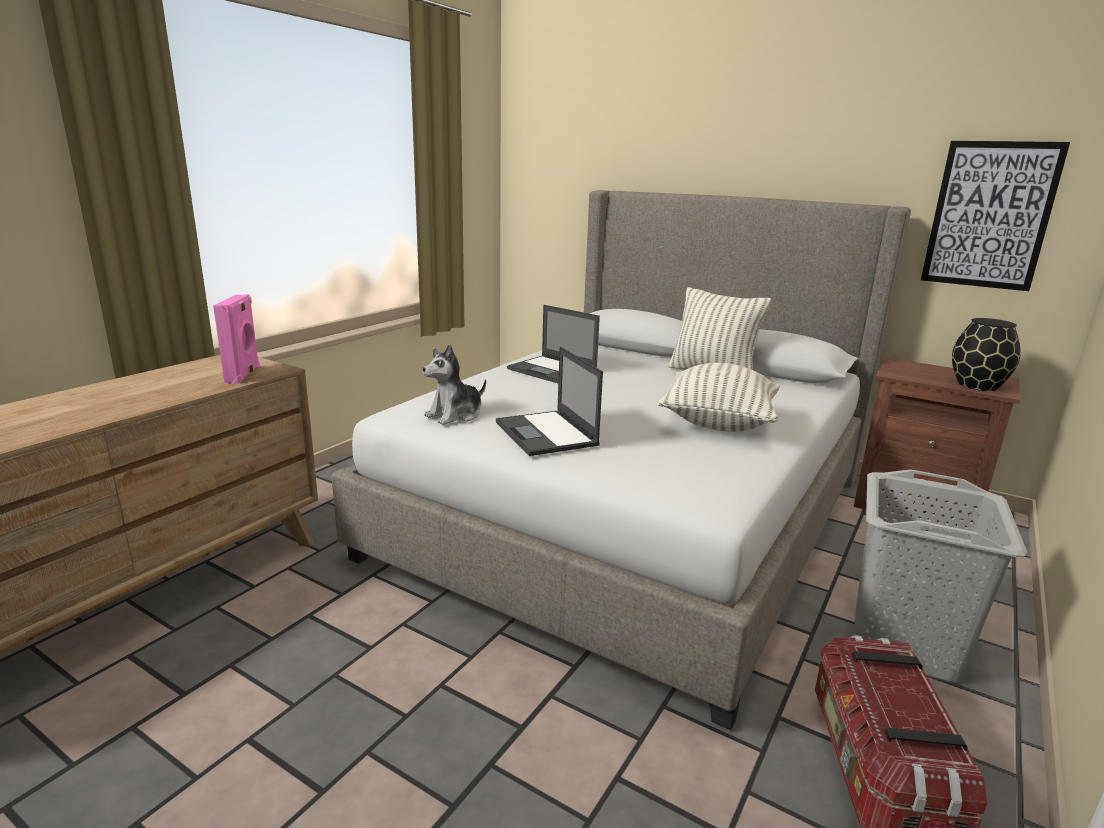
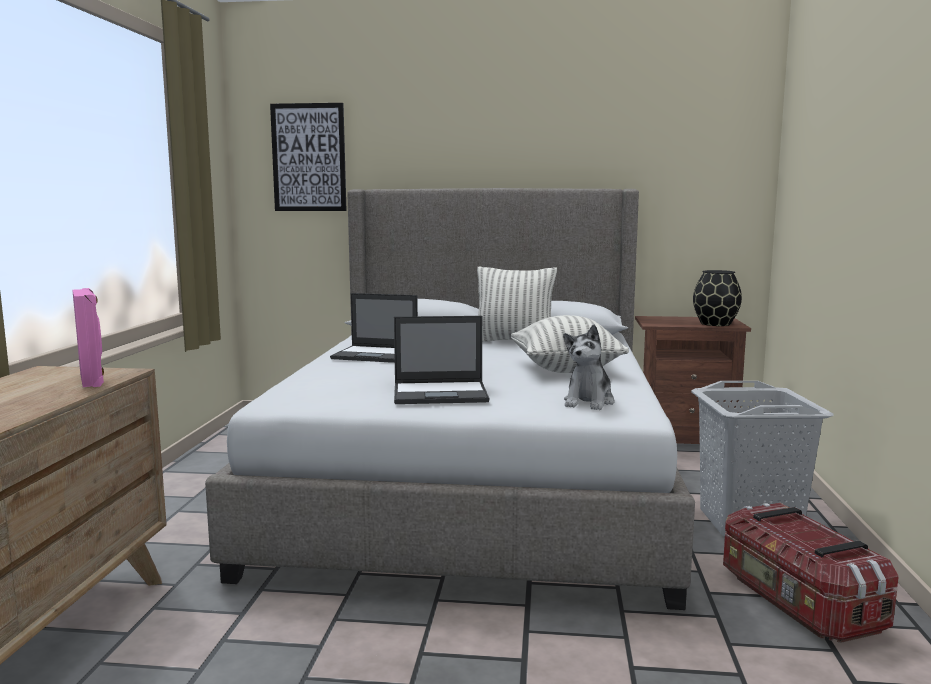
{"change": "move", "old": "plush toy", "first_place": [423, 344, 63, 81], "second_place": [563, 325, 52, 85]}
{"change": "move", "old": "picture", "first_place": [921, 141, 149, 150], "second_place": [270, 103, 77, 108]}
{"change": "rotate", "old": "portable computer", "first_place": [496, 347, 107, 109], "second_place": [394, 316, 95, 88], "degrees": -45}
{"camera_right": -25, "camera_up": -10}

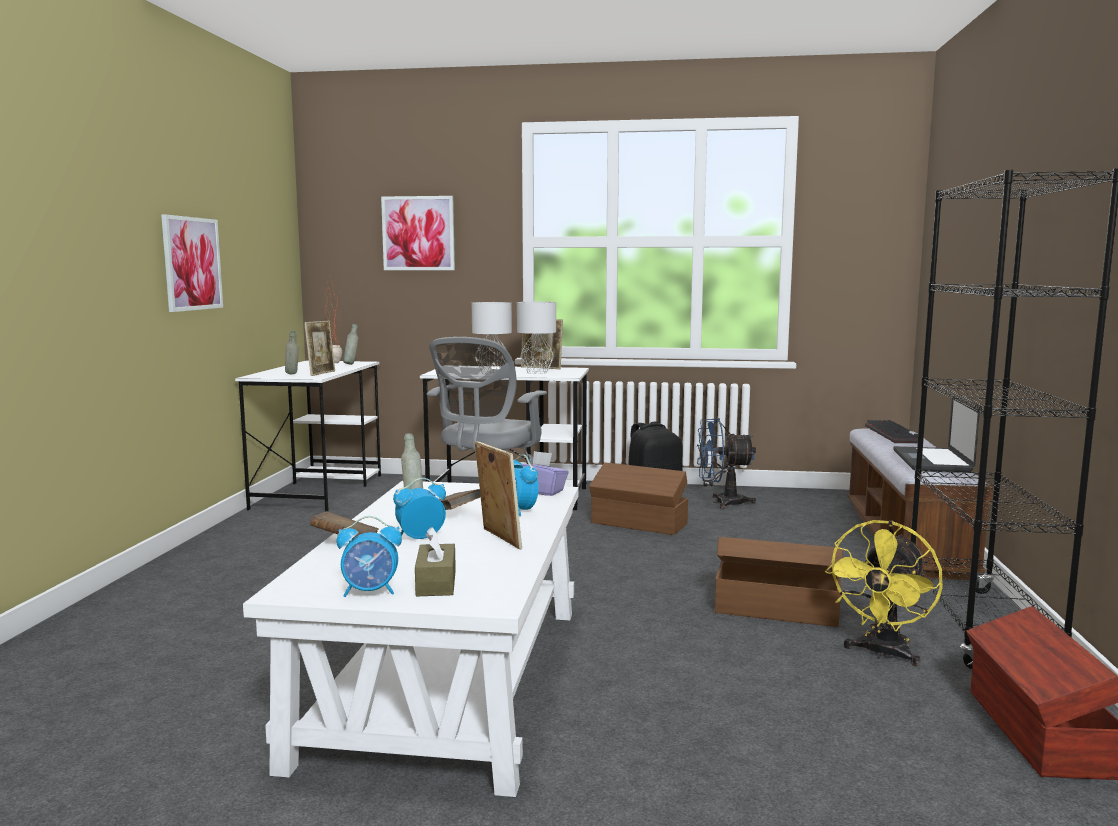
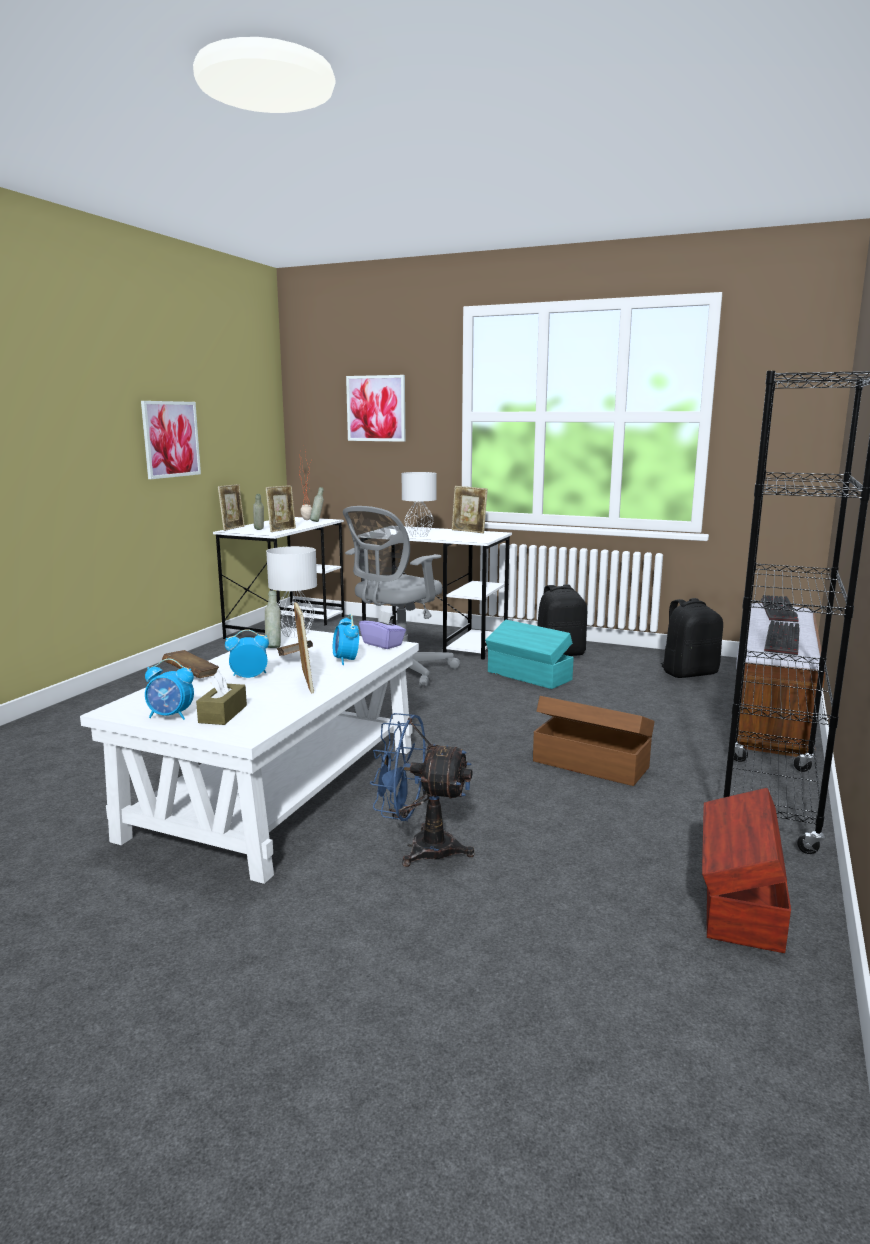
{"change": "delete", "old": "yellow cooling fan", "first_place": [825, 520, 118, 146]}
{"change": "insert", "new": "photo frame", "second_place": [218, 484, 27, 47]}
{"change": "insert", "new": "black-coloured rucksack", "second_place": [661, 598, 62, 80]}
{"change": "move", "old": "greyish tabletop lamp", "first_place": [517, 302, 39, 72], "second_place": [266, 546, 51, 91]}
{"change": "move", "old": "blue cooling fan", "first_place": [697, 418, 59, 91], "second_place": [370, 713, 104, 154]}
{"change": "replace", "old": "portable computer", "new": "keyboard", "first_place": [893, 398, 87, 74], "second_place": [764, 621, 36, 34]}
{"change": "recolor", "old": "brownish storage box", "new": "blue-green storage box", "first_place": [589, 462, 99, 73], "second_place": [485, 620, 89, 69]}
{"camera_right": 15, "camera_up": 5}

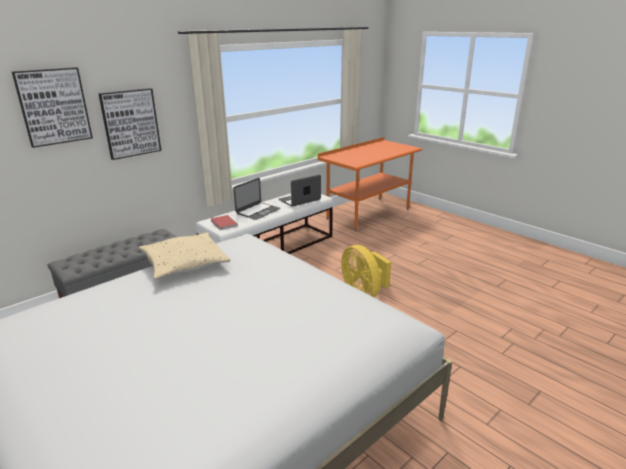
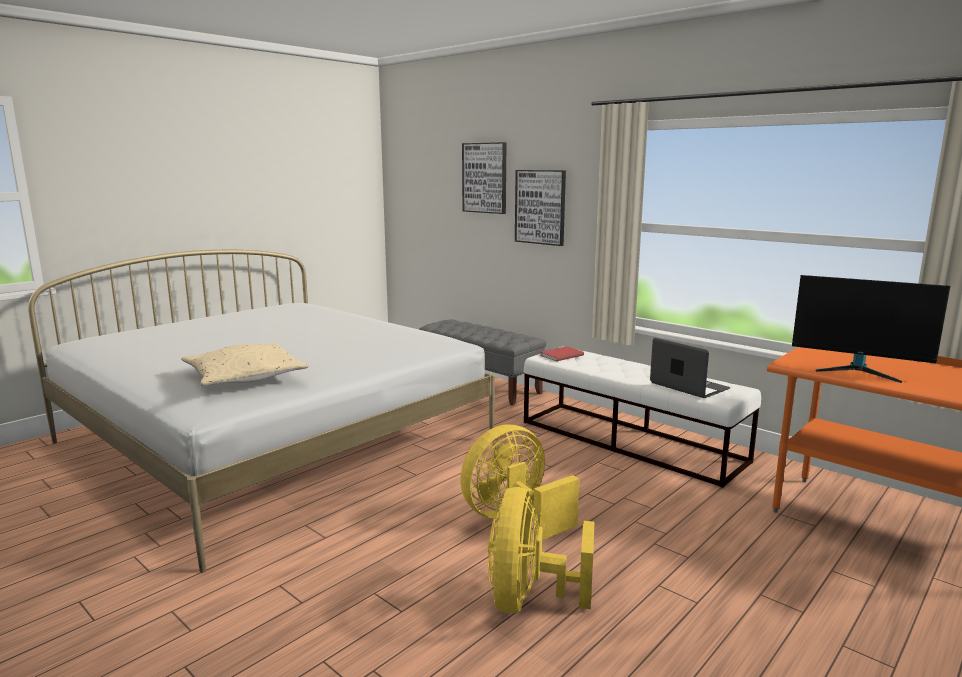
{"change": "delete", "old": "portable computer", "first_place": [234, 178, 46, 42]}
{"change": "insert", "new": "yellow cooling fan", "second_place": [488, 487, 106, 126]}
{"change": "insert", "new": "computer display", "second_place": [792, 275, 158, 108]}
{"change": "move", "old": "beige-coloured throw pillow", "first_place": [139, 232, 91, 48], "second_place": [181, 343, 127, 43]}
{"camera_right": 85, "camera_up": -10}

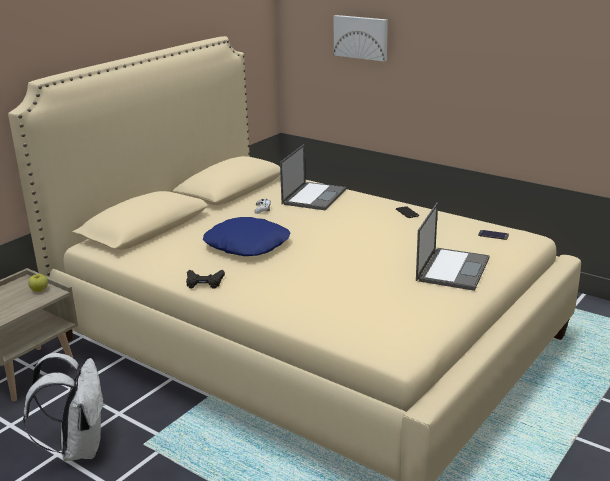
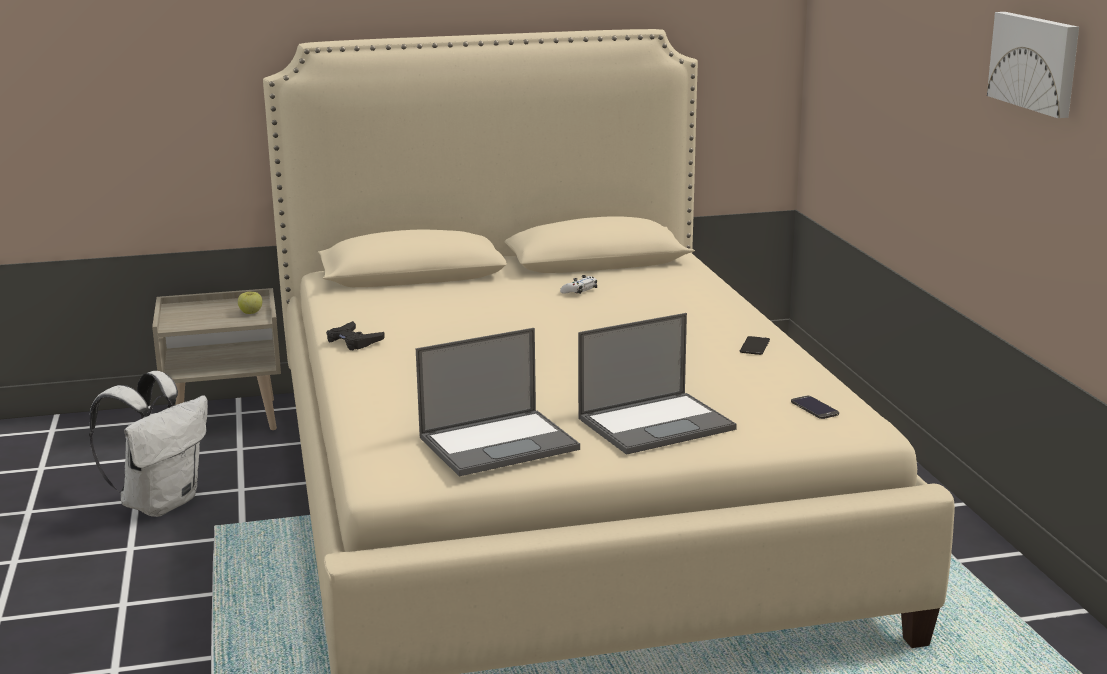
{"change": "delete", "old": "blue throw pillow", "first_place": [203, 217, 87, 39]}
{"change": "move", "old": "portable computer", "first_place": [280, 144, 66, 66], "second_place": [416, 328, 164, 149]}
{"change": "move", "old": "picture", "first_place": [334, 15, 54, 46], "second_place": [987, 12, 92, 106]}
{"camera_right": 40, "camera_up": -5}

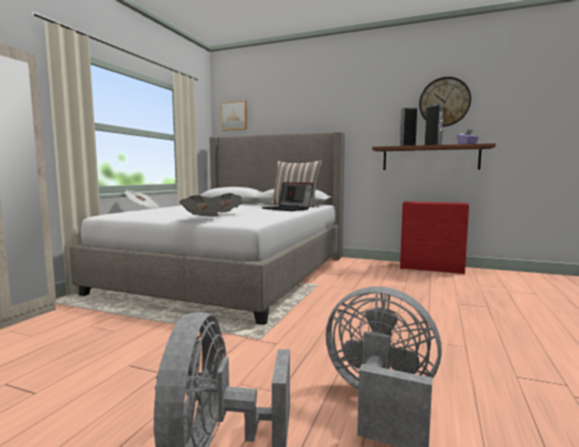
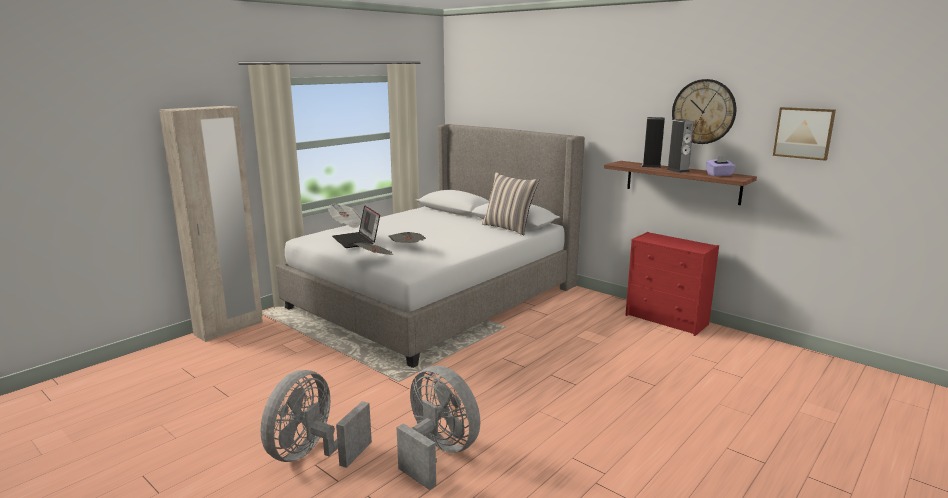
{"change": "move", "old": "picture", "first_place": [221, 100, 26, 30], "second_place": [773, 107, 63, 54]}
{"change": "move", "old": "portable computer", "first_place": [262, 182, 51, 29], "second_place": [332, 205, 48, 43]}
{"camera_right": 20, "camera_up": 10}

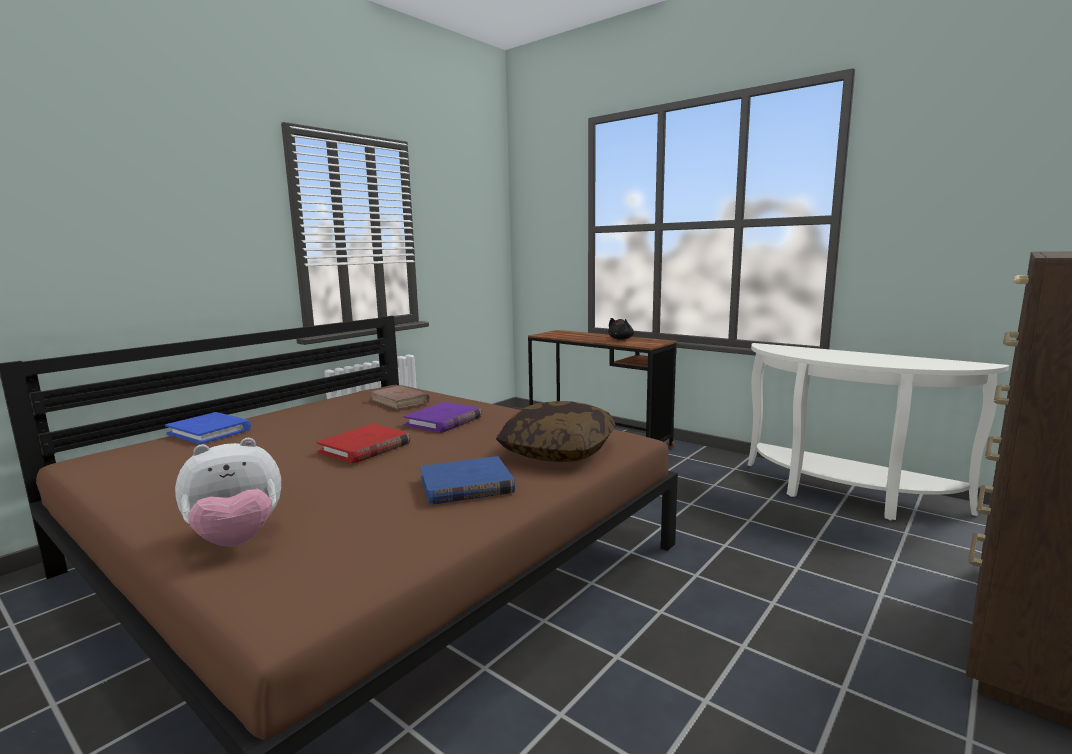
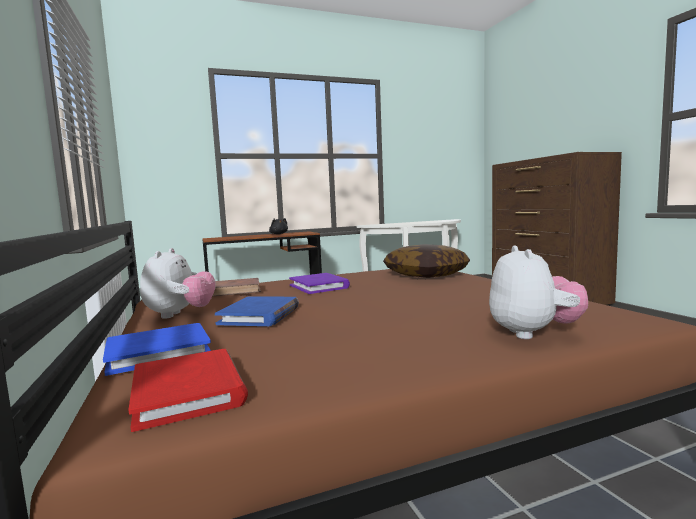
{"change": "insert", "new": "plush toy", "second_place": [140, 248, 76, 71]}
{"change": "move", "old": "red bound book", "first_place": [317, 424, 93, 39], "second_place": [128, 349, 120, 83]}
{"change": "move", "old": "blue bound book", "first_place": [420, 456, 95, 49], "second_place": [215, 296, 84, 30]}
{"camera_right": -60, "camera_up": -5}

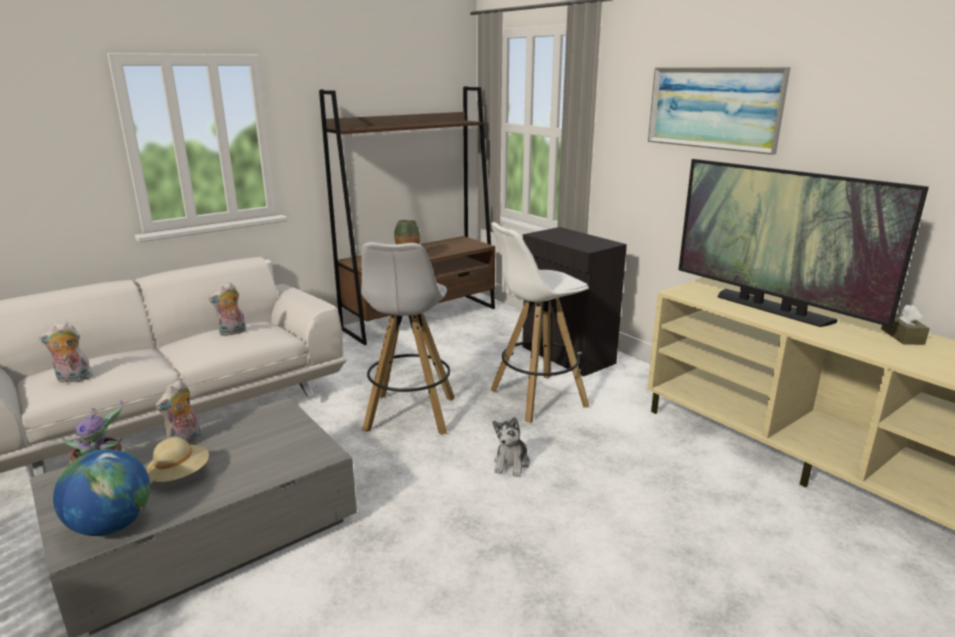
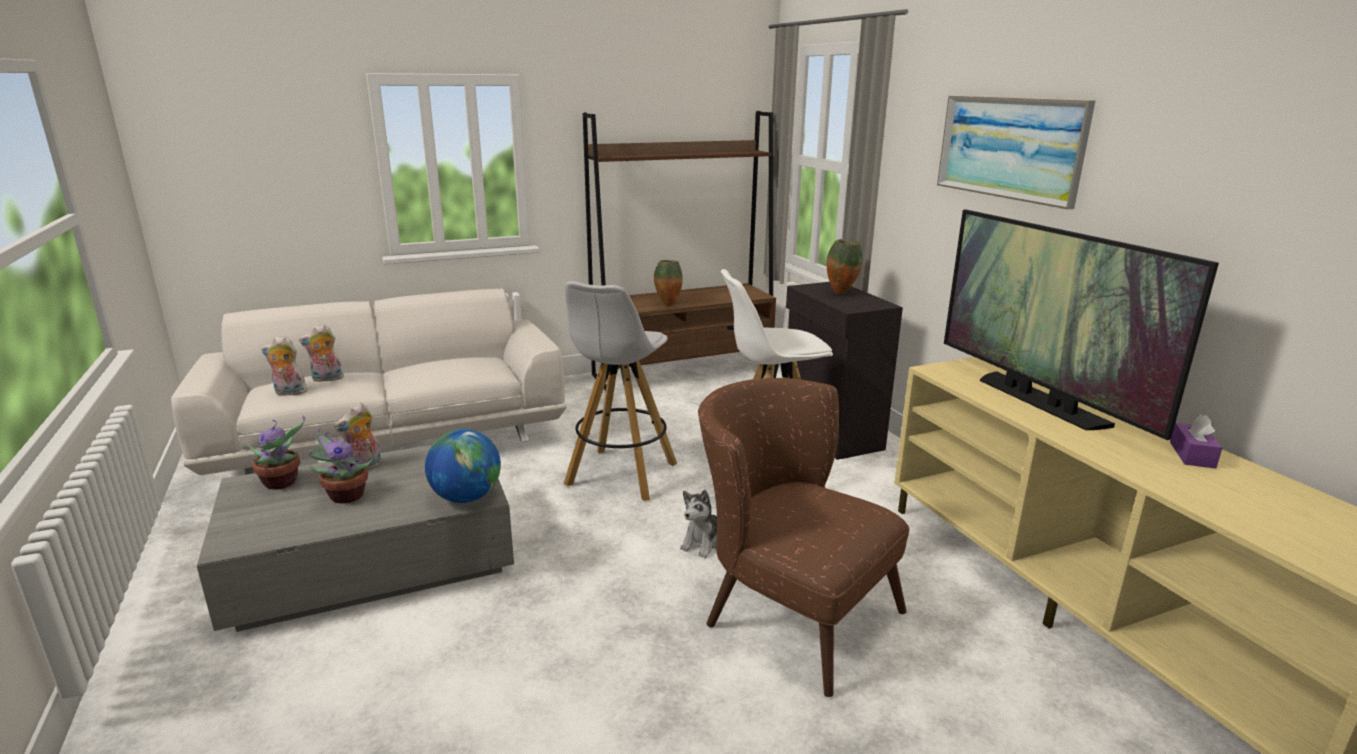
{"change": "insert", "new": "brownish armchair", "second_place": [698, 378, 211, 319]}
{"change": "insert", "new": "decorative vase", "second_place": [827, 239, 36, 55]}
{"change": "move", "old": "desk globe", "first_place": [53, 449, 97, 87], "second_place": [425, 429, 76, 74]}
{"change": "move", "old": "plush toy", "first_place": [208, 282, 38, 54], "second_place": [299, 324, 45, 58]}
{"change": "replace", "old": "beige-coloured clothing hat", "new": "potted plant", "first_place": [146, 437, 63, 45], "second_place": [309, 427, 64, 77]}
{"change": "recolor", "old": "brownish tissue box", "new": "purple tissue box", "first_place": [881, 305, 49, 40], "second_place": [1170, 414, 52, 55]}
{"camera_right": 15, "camera_up": 0}

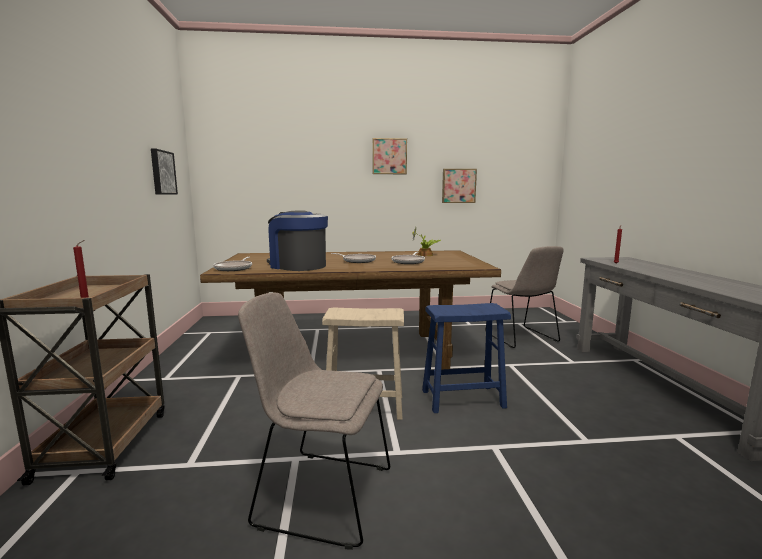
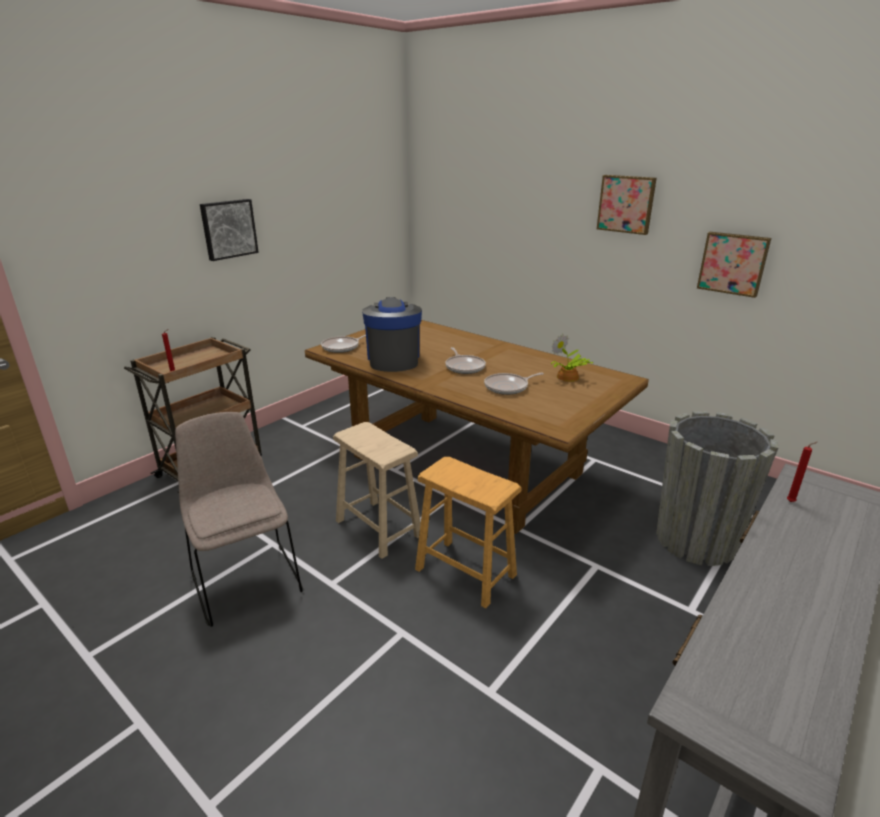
{"change": "move", "old": "picture", "first_place": [151, 149, 27, 45], "second_place": [200, 199, 59, 62]}
{"change": "replace", "old": "beige-coloured upright chair", "new": "greyish planter", "first_place": [485, 246, 79, 102], "second_place": [656, 411, 122, 155]}
{"change": "recolor", "old": "blue stool", "new": "brownish stool", "first_place": [422, 303, 89, 110], "second_place": [415, 457, 107, 151]}
{"camera_right": 45, "camera_up": 15}

